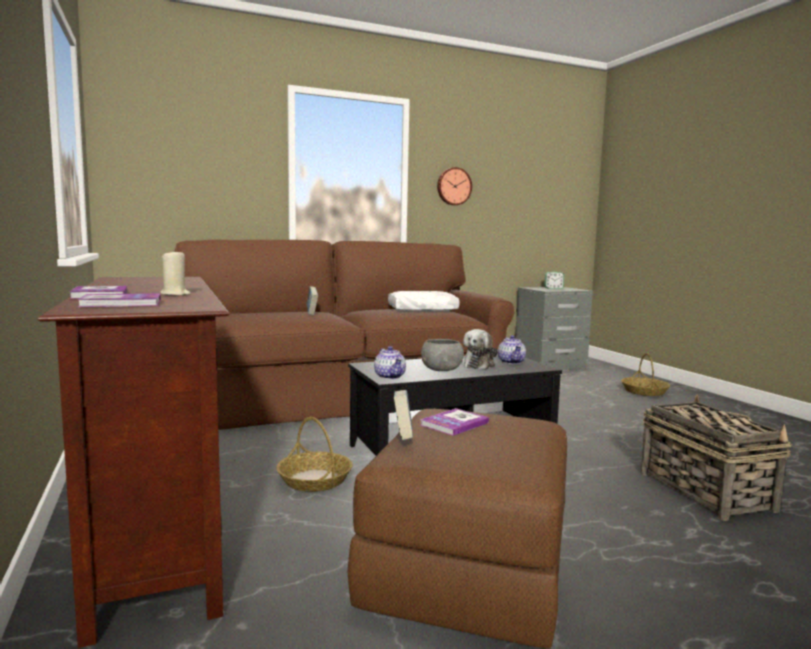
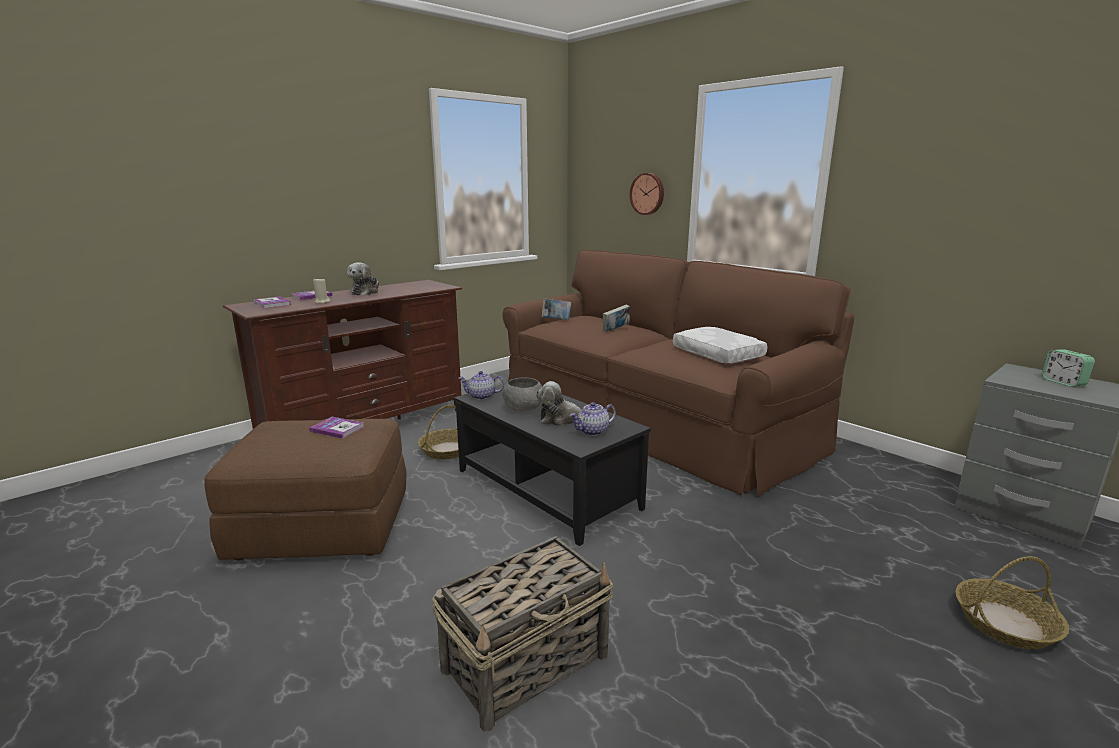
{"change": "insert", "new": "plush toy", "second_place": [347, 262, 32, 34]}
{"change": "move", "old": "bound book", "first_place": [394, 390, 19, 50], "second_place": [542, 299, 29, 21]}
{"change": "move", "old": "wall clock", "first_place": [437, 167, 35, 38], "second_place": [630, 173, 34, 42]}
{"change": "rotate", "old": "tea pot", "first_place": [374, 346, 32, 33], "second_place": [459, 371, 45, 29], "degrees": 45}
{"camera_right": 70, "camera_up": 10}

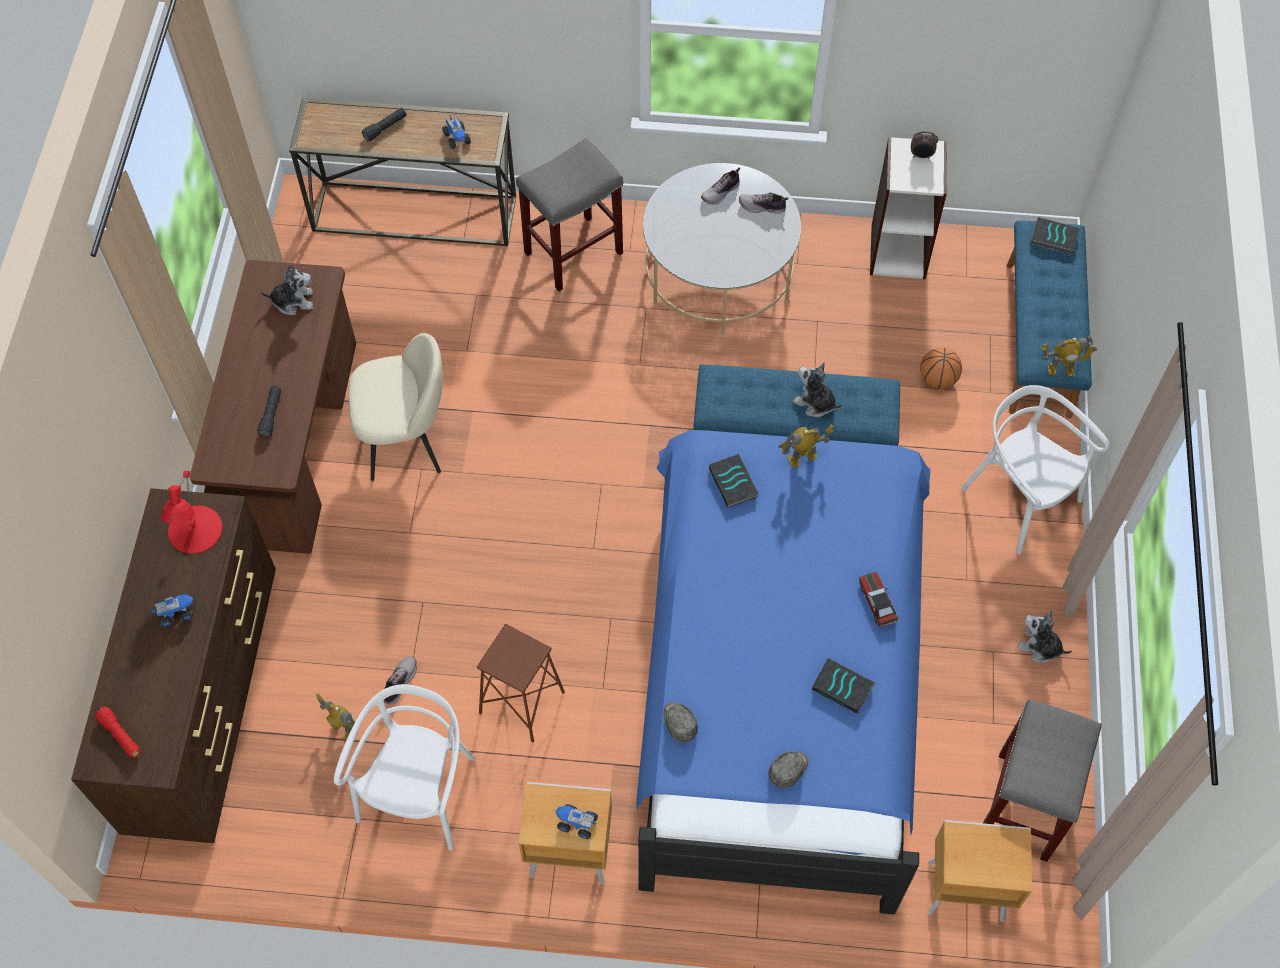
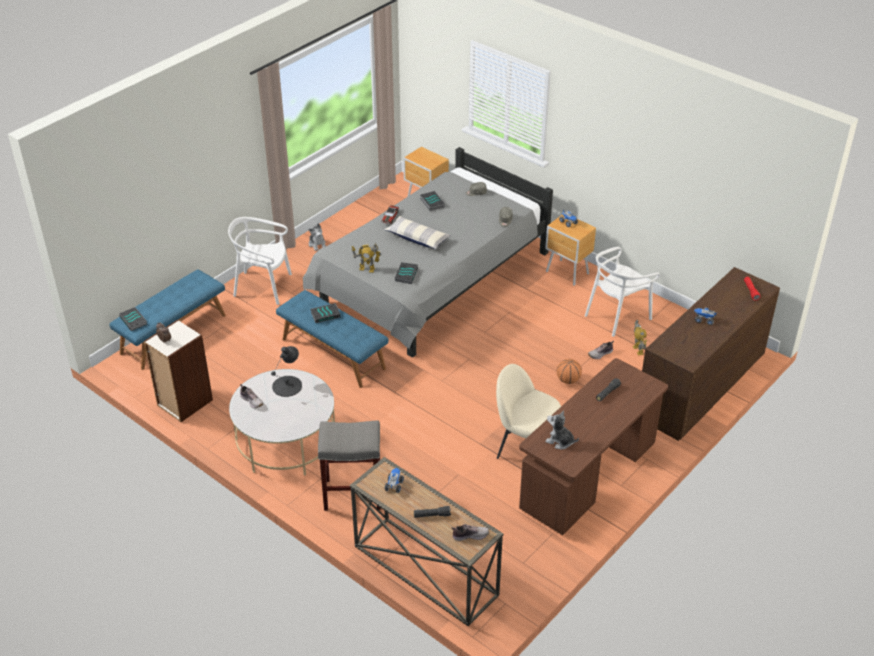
{"change": "delete", "old": "red tabletop lamp", "first_place": [161, 471, 61, 83]}
{"change": "delete", "old": "brownish stool", "first_place": [477, 624, 88, 119]}
{"change": "delete", "old": "greyish stool", "first_place": [983, 699, 119, 163]}
{"change": "delete", "old": "toy robot", "first_place": [1041, 335, 56, 41]}
{"change": "insert", "new": "black-coloured tabletop lamp", "second_place": [271, 346, 31, 51]}
{"change": "insert", "new": "throw pillow", "second_place": [384, 216, 66, 33]}
{"change": "move", "old": "shoe", "first_place": [701, 168, 39, 37], "second_place": [452, 524, 37, 17]}
{"change": "move", "old": "ball for basketball", "first_place": [920, 348, 42, 41], "second_place": [556, 359, 26, 25]}
{"change": "replace", "old": "plush toy", "new": "bound book", "first_place": [793, 362, 49, 55], "second_place": [310, 303, 30, 20]}
{"change": "recolor", "old": "blue bedroom bed", "new": "greyish bedroom bed", "first_place": [636, 430, 295, 484], "second_place": [303, 147, 250, 211]}
{"change": "rotate", "old": "white-coloured upright chair", "first_place": [961, 385, 149, 170], "second_place": [228, 217, 64, 88], "degrees": 105}
{"camera_right": -145, "camera_up": -20}

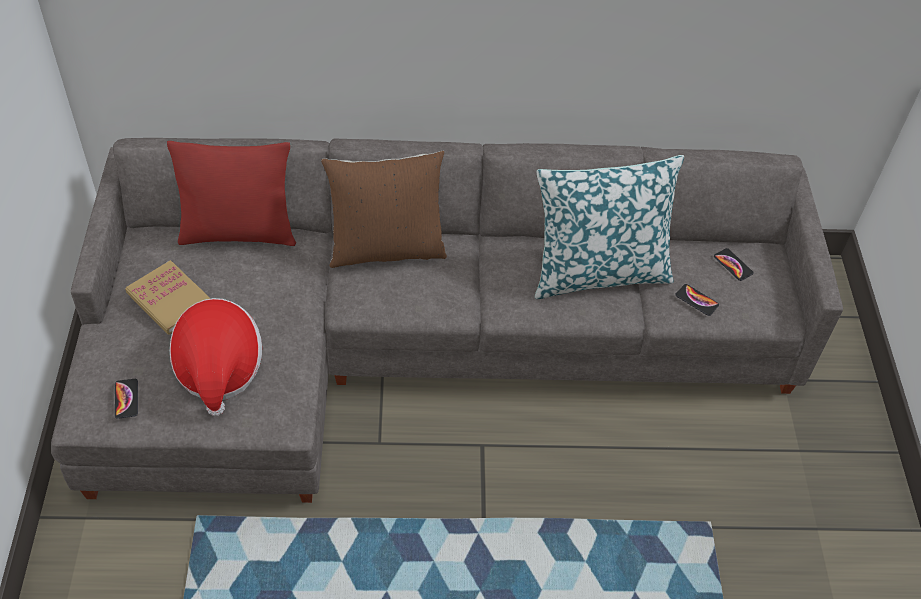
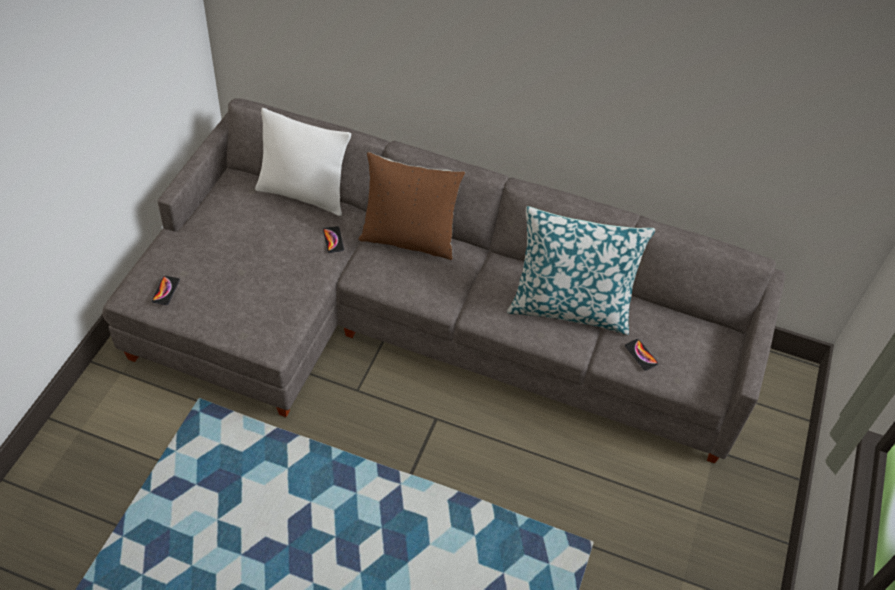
{"change": "delete", "old": "bound book", "first_place": [125, 260, 86, 75]}
{"change": "delete", "old": "clothing hat", "first_place": [170, 298, 92, 118]}
{"change": "move", "old": "phone", "first_place": [714, 248, 40, 33], "second_place": [323, 226, 21, 27]}
{"change": "recolor", "old": "red throw pillow", "new": "white-coloured throw pillow", "first_place": [167, 141, 129, 105], "second_place": [255, 108, 96, 108]}
{"camera_right": 20, "camera_up": 0}

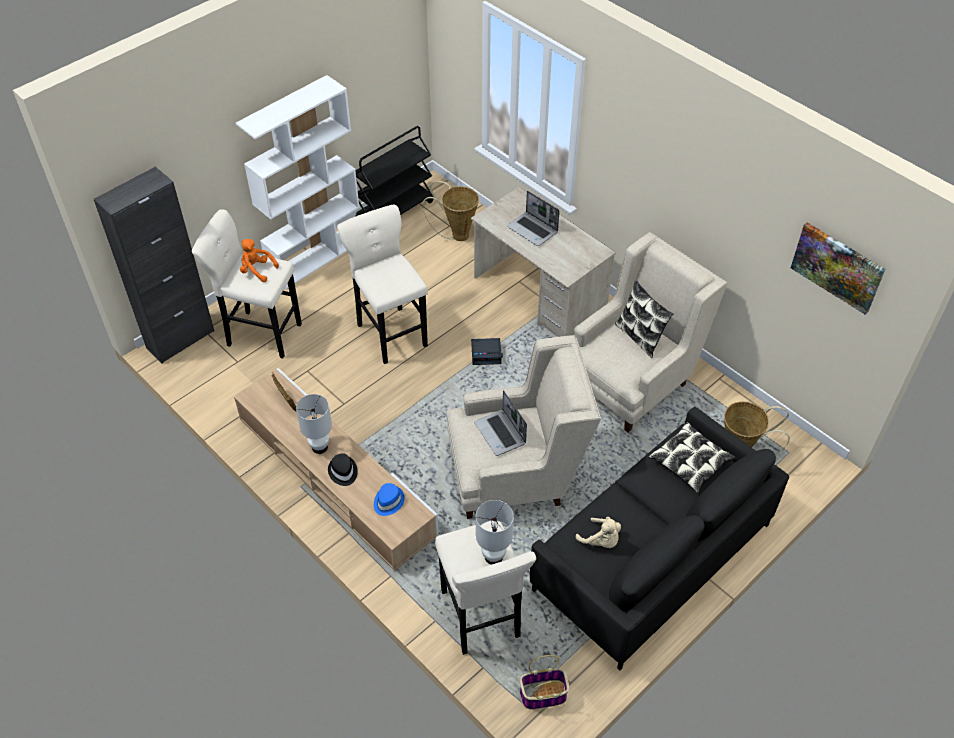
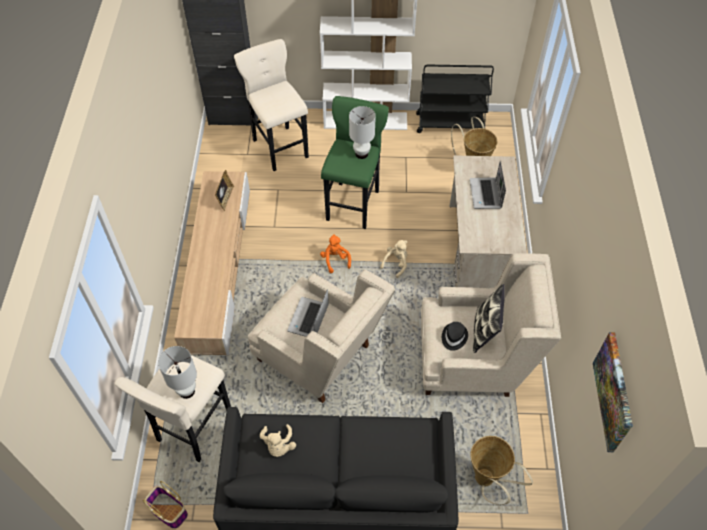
{"change": "delete", "old": "blue clothing hat", "first_place": [374, 483, 31, 33]}
{"change": "delete", "old": "throw pillow", "first_place": [649, 422, 86, 72]}
{"change": "move", "old": "orange plush toy", "first_place": [240, 239, 39, 43], "second_place": [320, 234, 31, 39]}
{"change": "move", "old": "white-coloured tabletop lamp", "first_place": [296, 394, 36, 60], "second_place": [349, 106, 27, 53]}
{"change": "move", "old": "black-coloured clothing hat", "first_place": [328, 453, 30, 33], "second_place": [442, 322, 26, 29]}
{"change": "replace", "old": "table clock", "new": "beige-coloured plush toy", "first_place": [471, 338, 32, 27], "second_place": [380, 240, 27, 38]}
{"change": "recolor", "old": "beige-coloured stool", "new": "green stool", "first_place": [337, 205, 91, 159], "second_place": [321, 96, 68, 133]}
{"camera_right": 45, "camera_up": 5}

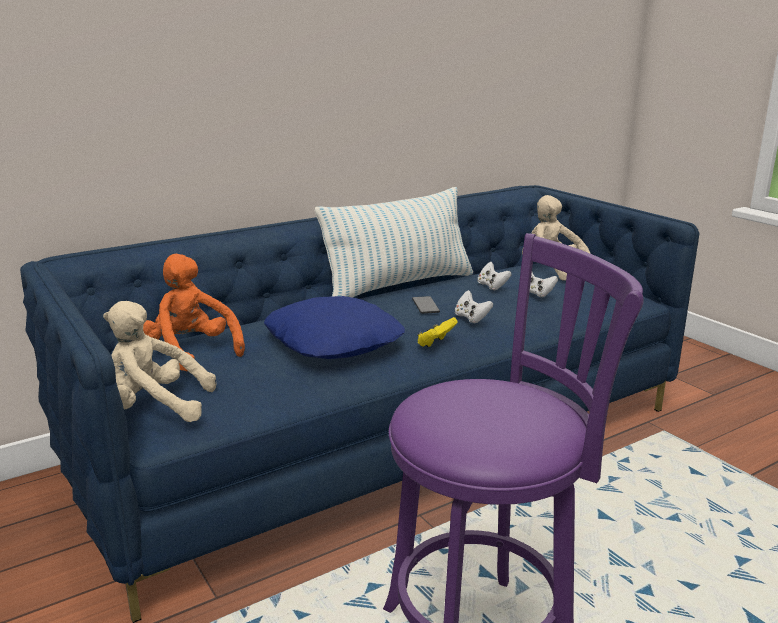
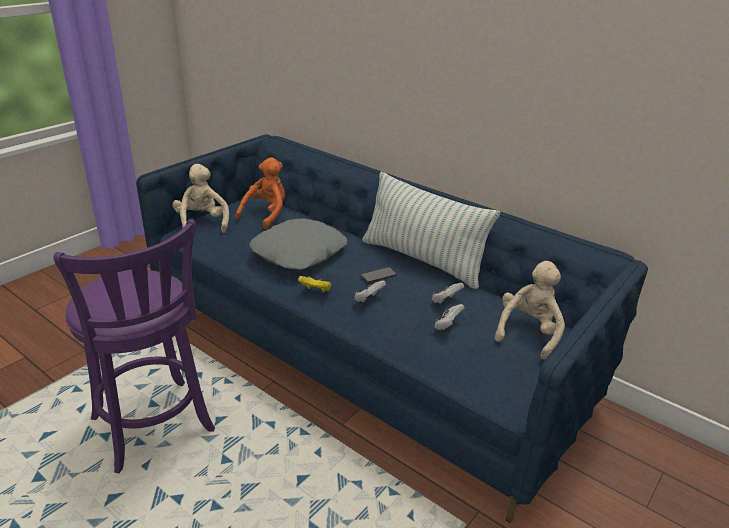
{"change": "recolor", "old": "blue throw pillow", "new": "greyish throw pillow", "first_place": [264, 296, 141, 63], "second_place": [249, 219, 98, 51]}
{"camera_right": 70, "camera_up": 10}

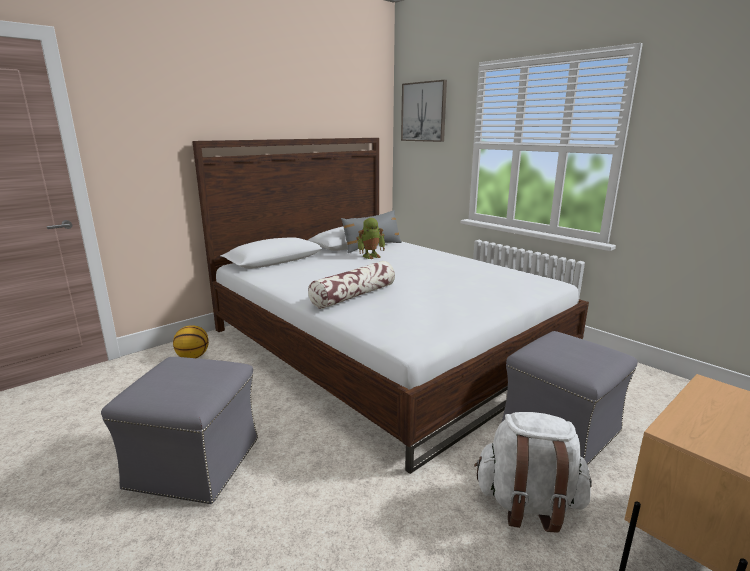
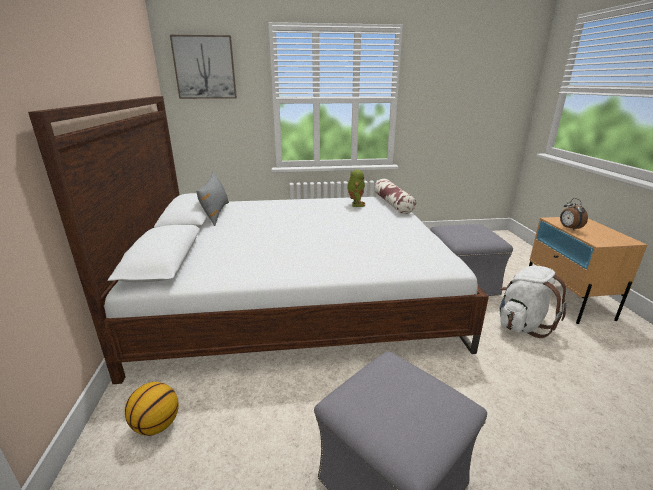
{"change": "insert", "new": "table clock", "second_place": [560, 198, 28, 32]}
{"change": "move", "old": "throw pillow", "first_place": [308, 261, 87, 48], "second_place": [374, 179, 42, 35]}
{"change": "move", "old": "toy robot", "first_place": [356, 218, 29, 41], "second_place": [347, 170, 18, 37]}
{"camera_right": -55, "camera_up": 5}

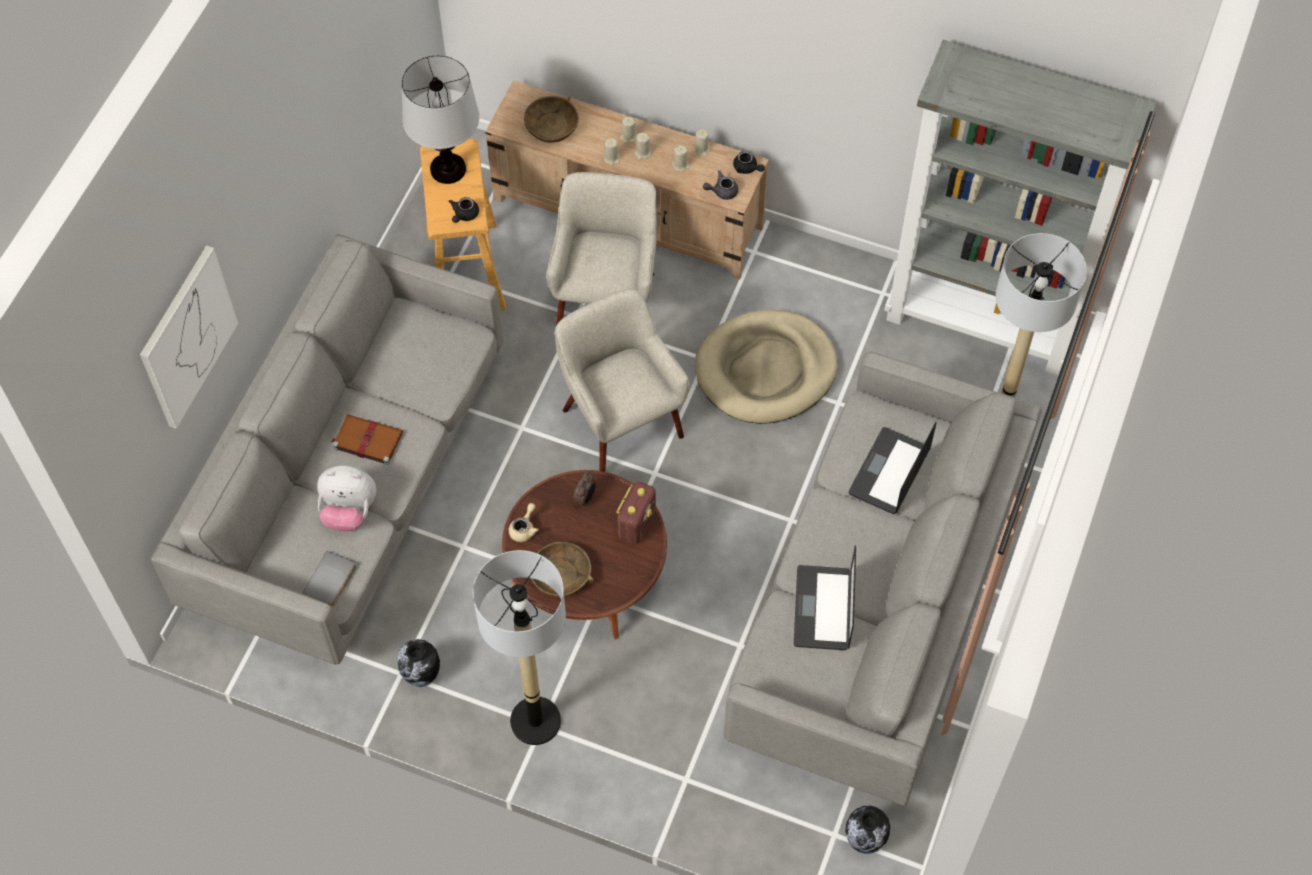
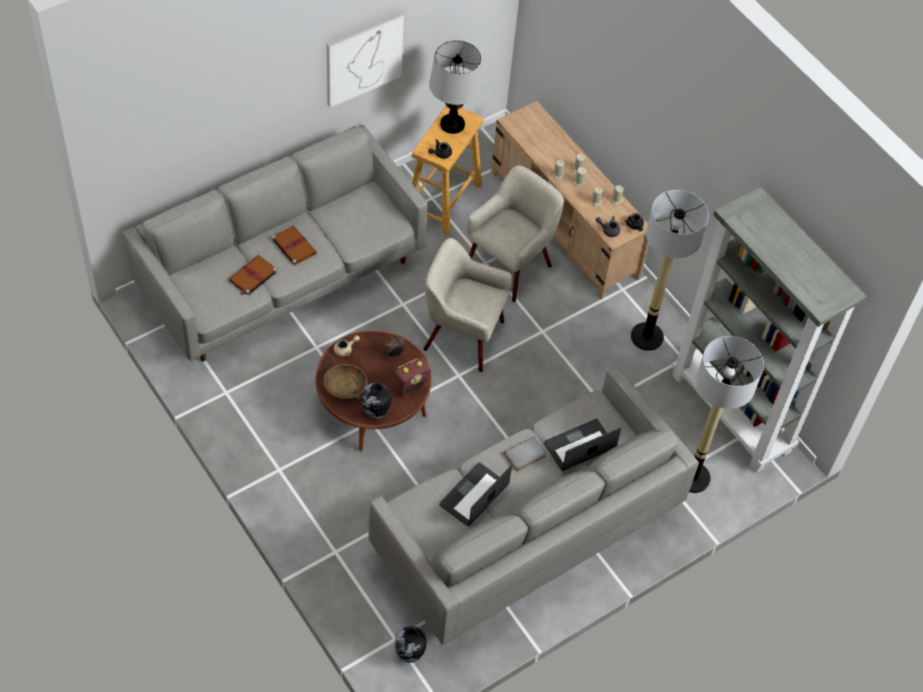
{"change": "delete", "old": "brownish bowl", "first_place": [524, 96, 55, 47]}
{"change": "delete", "old": "beige-coloured dog bed", "first_place": [695, 310, 143, 114]}
{"change": "move", "old": "picture", "first_place": [140, 245, 98, 184], "second_place": [327, 12, 77, 96]}
{"change": "move", "old": "greyish bound book", "first_place": [302, 551, 54, 56], "second_place": [504, 437, 43, 34]}
{"change": "move", "old": "decorative vase", "first_place": [397, 639, 43, 48], "second_place": [361, 383, 31, 36]}
{"change": "move", "old": "standard lamp", "first_place": [473, 550, 93, 195], "second_place": [631, 190, 78, 161]}
{"change": "replace", "old": "plush toy", "new": "brownish bound book", "first_place": [317, 465, 59, 66], "second_place": [229, 255, 48, 41]}
{"change": "rotate", "old": "beige-coloured armchair", "first_place": [555, 289, 134, 183], "second_place": [423, 238, 89, 134], "degrees": -75}
{"camera_right": 30, "camera_up": -5}

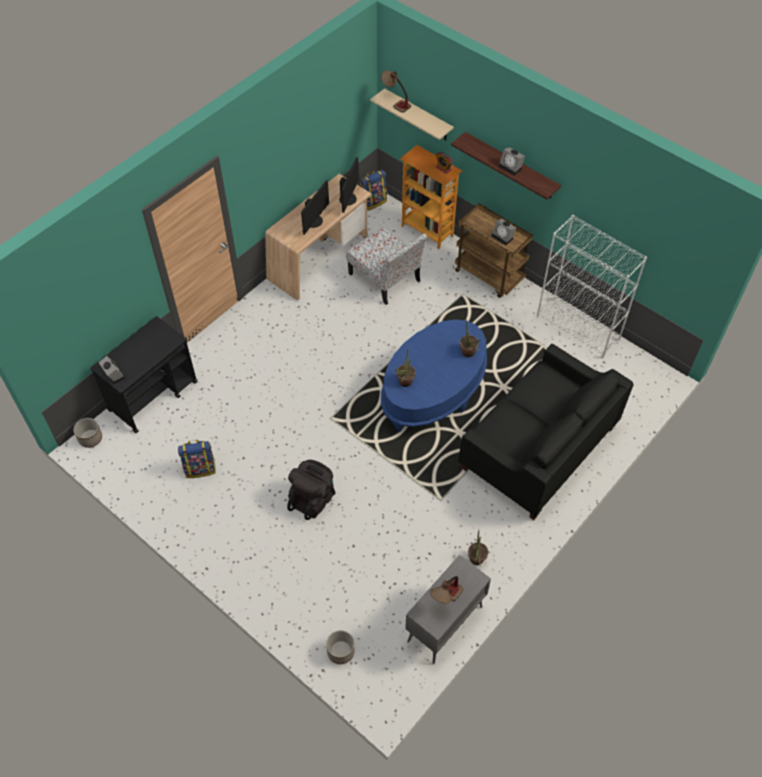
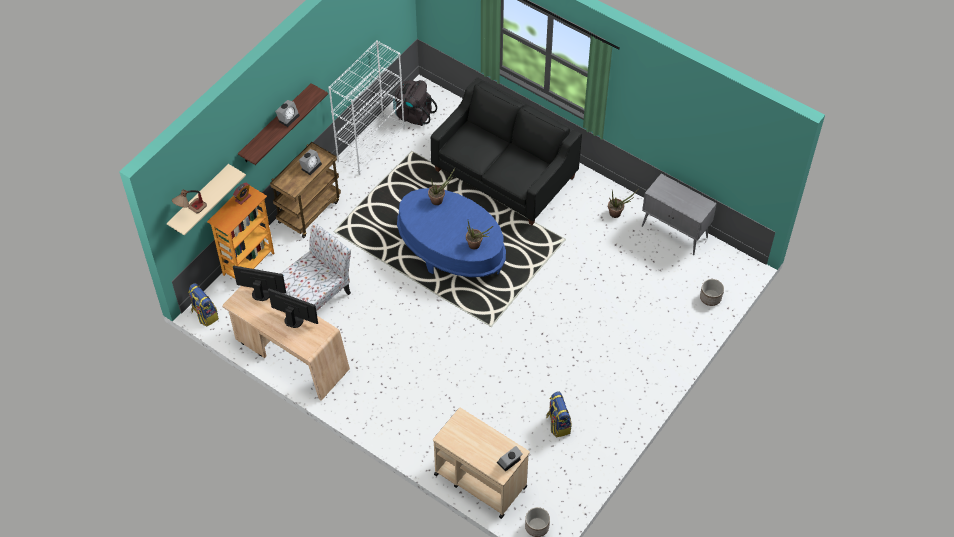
{"change": "delete", "old": "tabletop lamp", "first_place": [430, 576, 33, 28]}
{"change": "move", "old": "black-coloured rucksack", "first_place": [287, 460, 48, 60], "second_place": [393, 80, 44, 46]}
{"change": "recolor", "old": "black-coloured trolley", "new": "beige-coloured trolley", "first_place": [90, 316, 108, 117], "second_place": [433, 407, 97, 112]}
{"camera_right": -95, "camera_up": 0}

